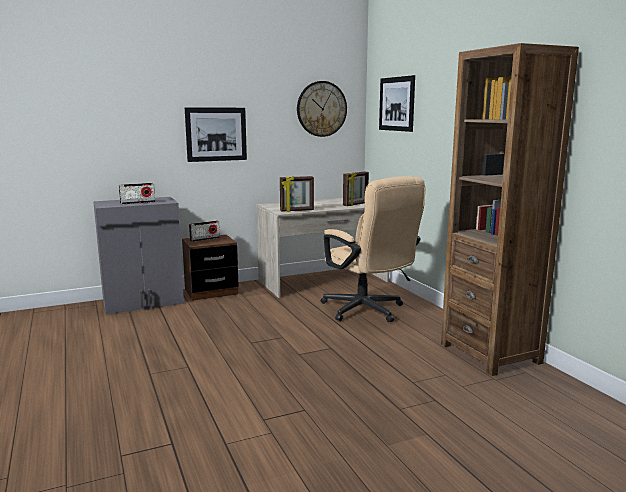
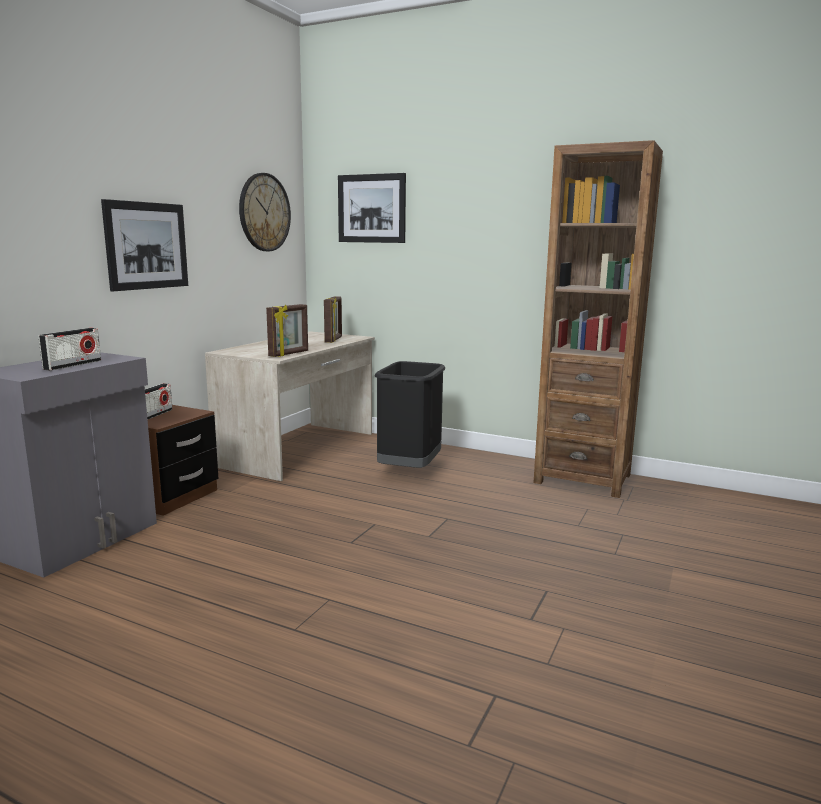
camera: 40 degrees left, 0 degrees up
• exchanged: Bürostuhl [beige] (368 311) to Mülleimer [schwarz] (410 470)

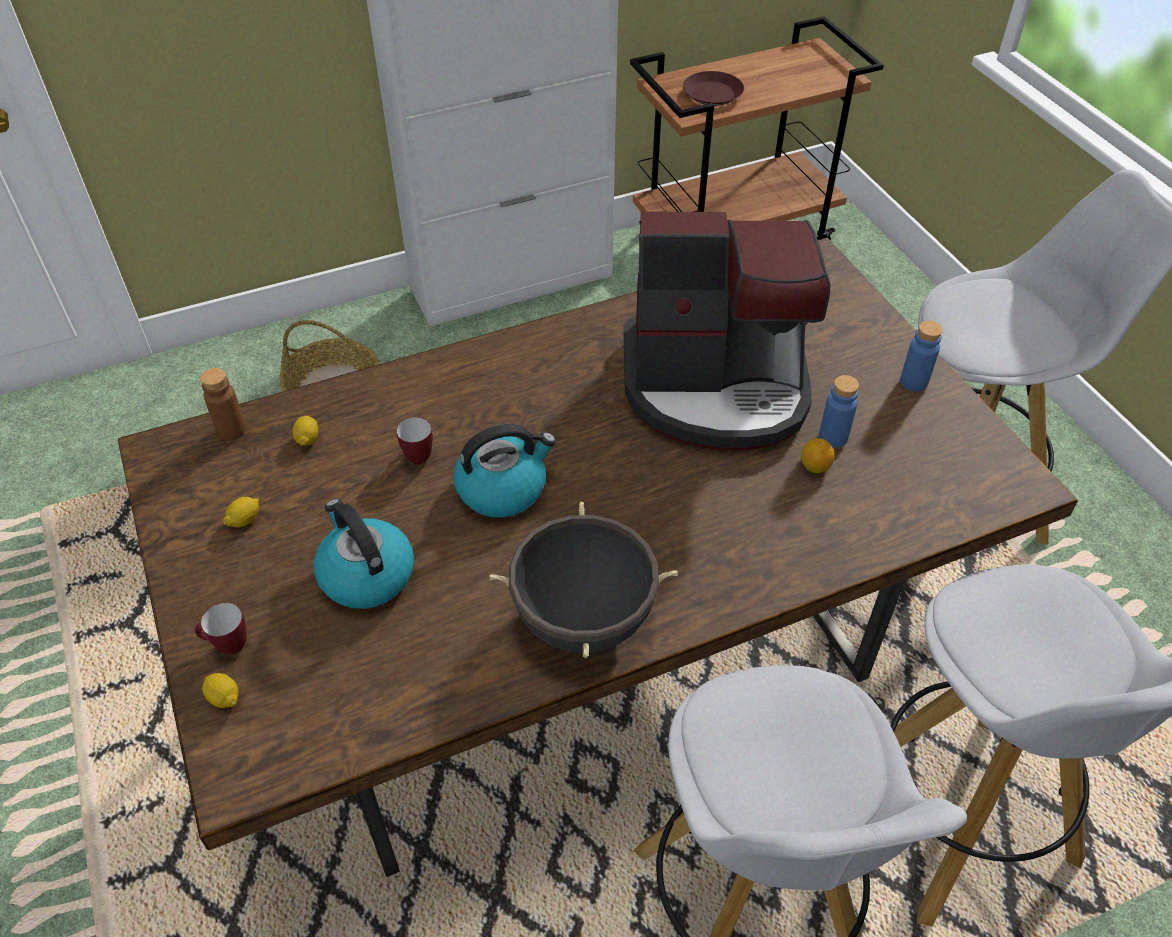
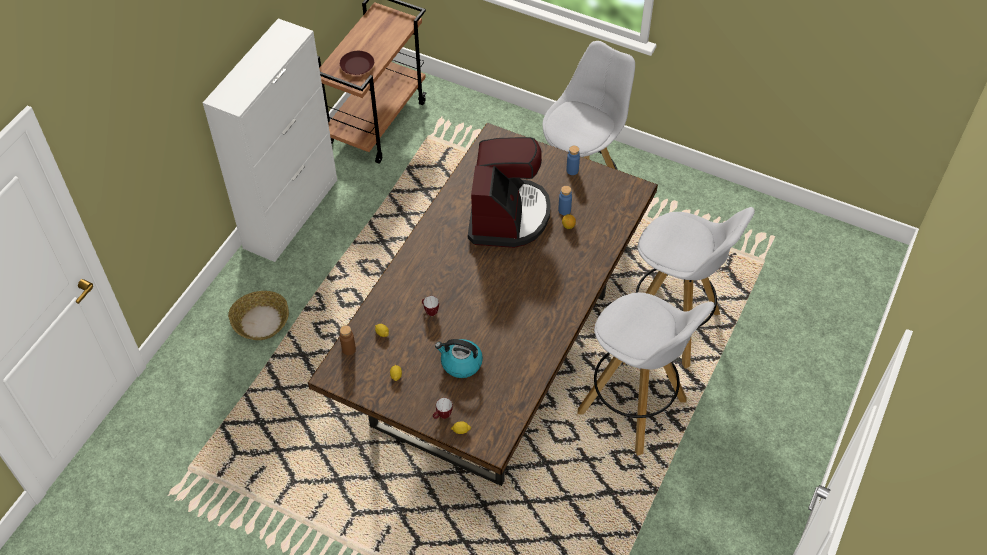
camera: 40 degrees left, 5 degrees up
• spun: Kaffeemaschine (717 386) = (507 216) 45 degrees counterclockwise
• missing: Wasserkessel (503 488)
• missing: Kochtopf [schwarz] (583 619)

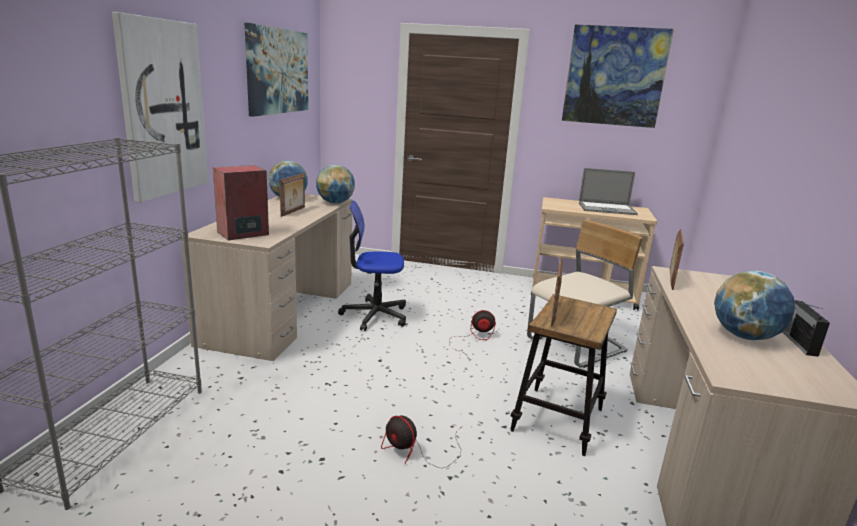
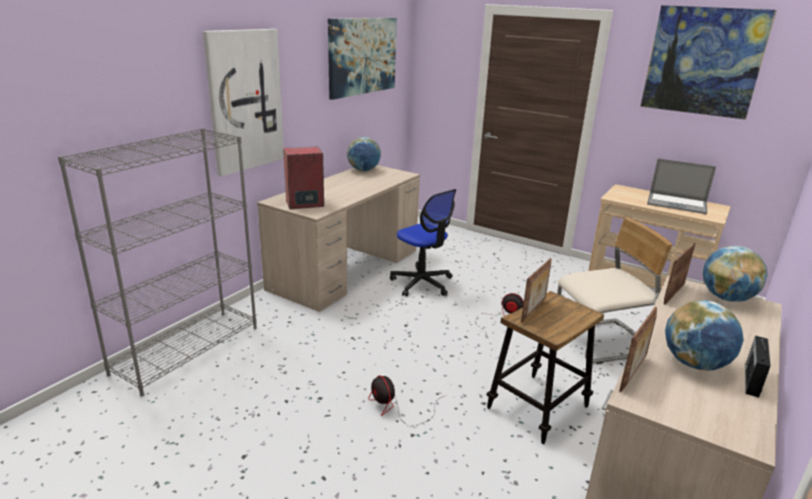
camera: 20 degrees right, 5 degrees up
• relocated: Globus (335 203) to (726 298)
• relocated: Bilderrahmen (293 211) to (633 374)
• spun: Bürostuhl (374 315) = (422 283) 150 degrees counterclockwise

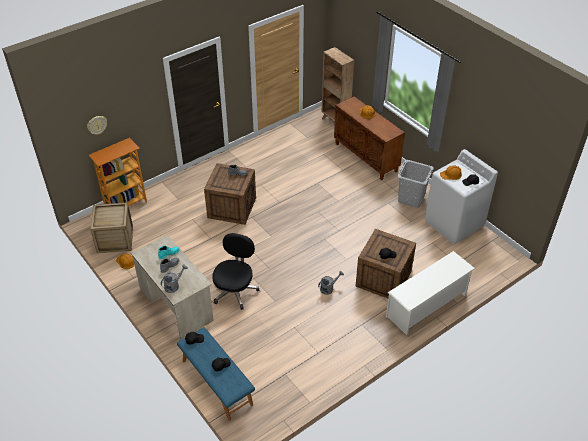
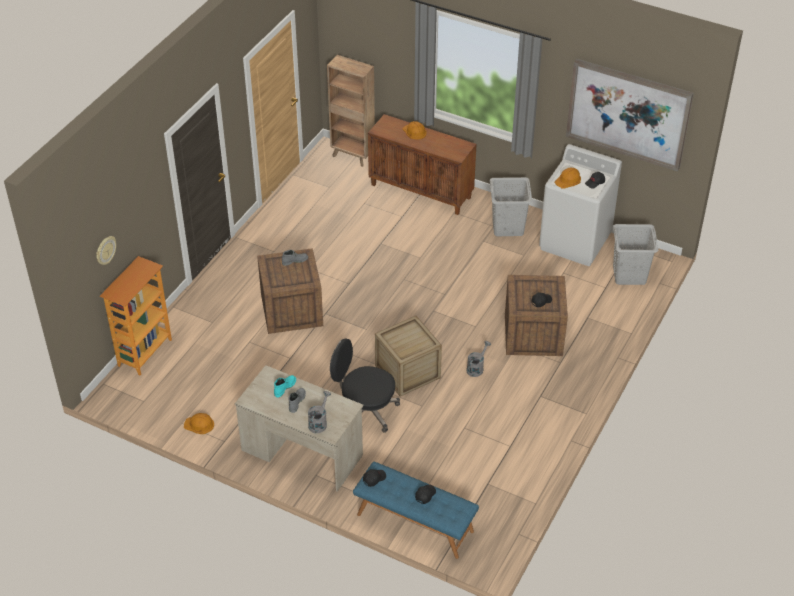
camera: 25 degrees left, 0 degrees up
• relocated: Kiste (115 239) to (407 372)
• spun: Bürostuhl [schwarz] (235 290) = (365 410) 60 degrees counterclockwise
• missing: Schuhregal [weiß] (426 306)
• appeared: Bild (628 113)
• appeared: Wäschekorb [grau] (629 275)

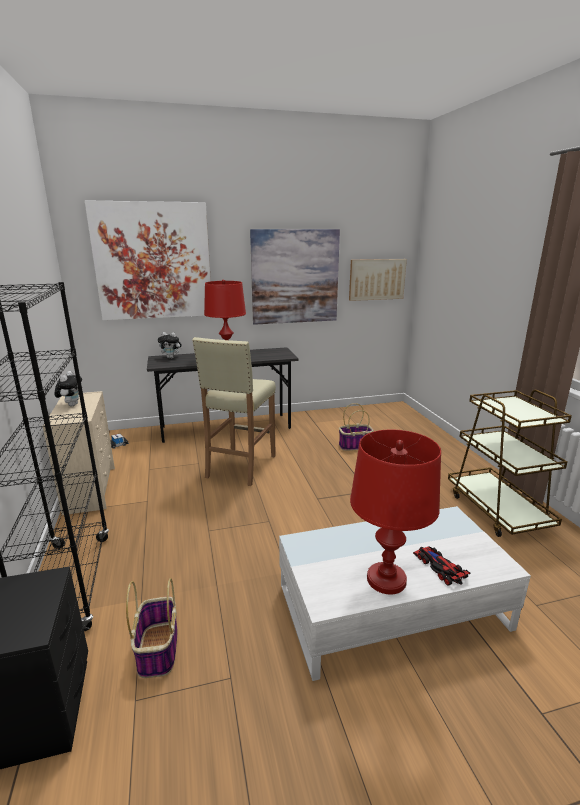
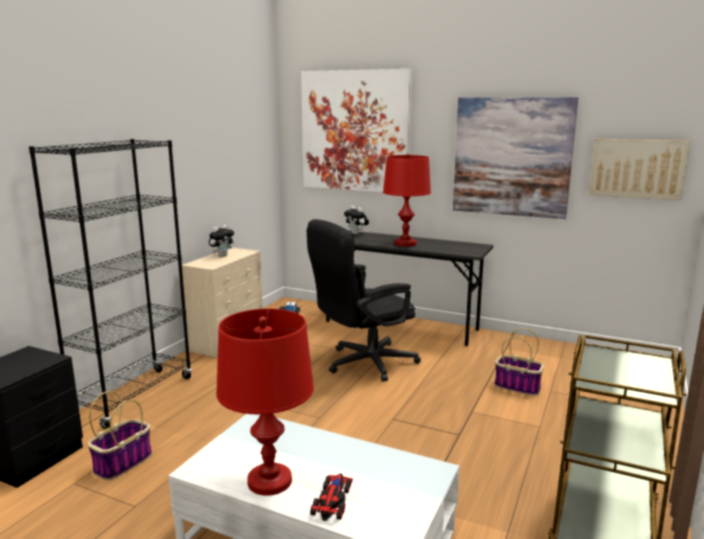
camera: 40 degrees right, 5 degrees down
• exchanged: Hocker [beige] (240 466) to Bürostuhl [schwarz] (363 364)

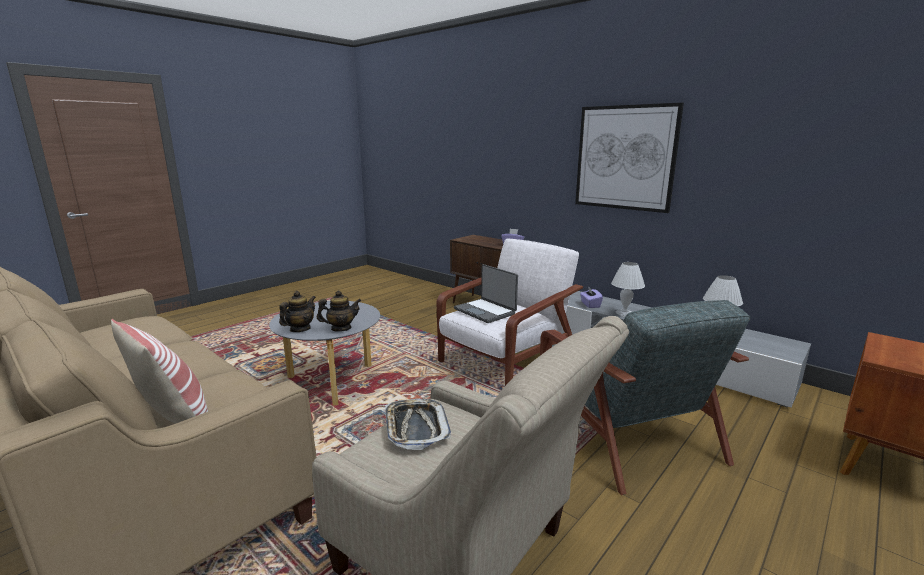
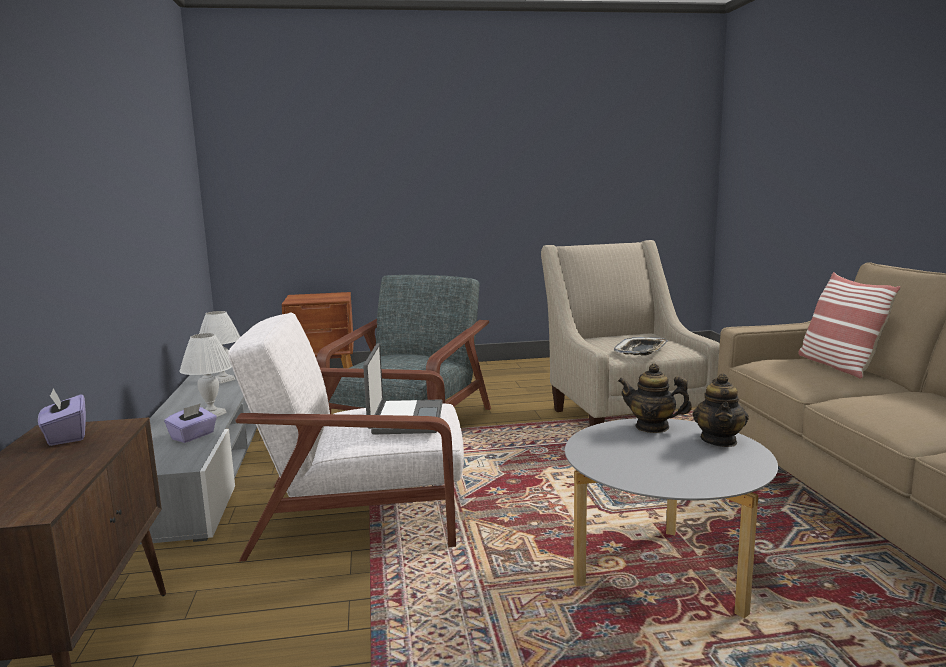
camera: 140 degrees left, 5 degrees down
• missing: Bild (625 158)
• spun: Teekanne (300 329) = (719 440) 60 degrees counterclockwise

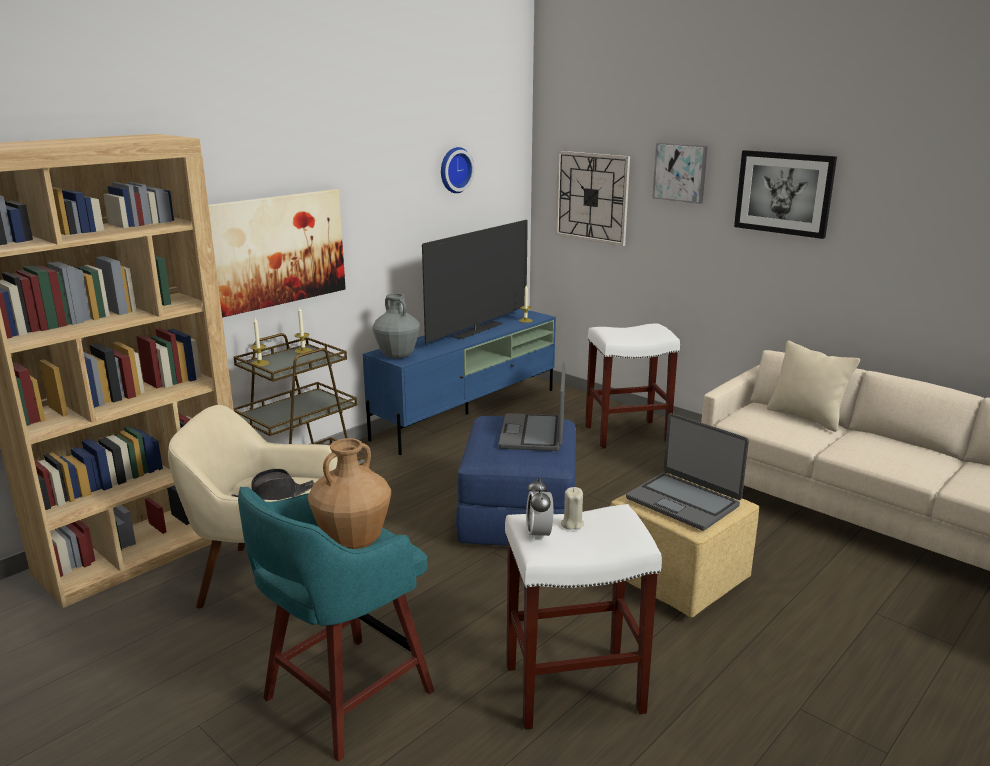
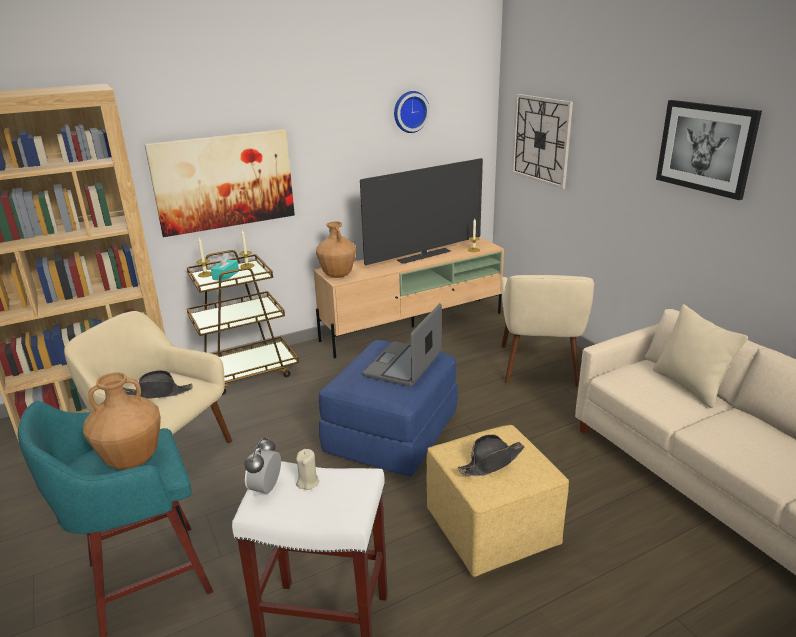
camera: 20 degrees right, 5 degrees up
• missing: Bild (680 172)
• colour: Vase [grau] (397 356) to Vase [braun] (337 275)
• colour: Fernsehschrank [blau] (468 413) to Fernsehschrank [beige] (414 326)
• exchanged: Hocker [weiß] (626 434) to Sessel [beige] (539 367)
• exchanged: Laptop (683 501) to Hut [schwarz] (491 462)
• appeared: Taschentuchbox [türkis] (226 275)

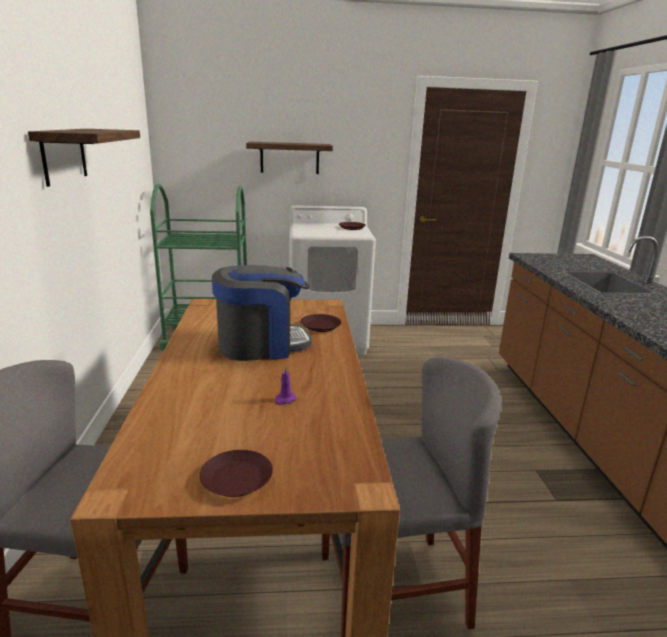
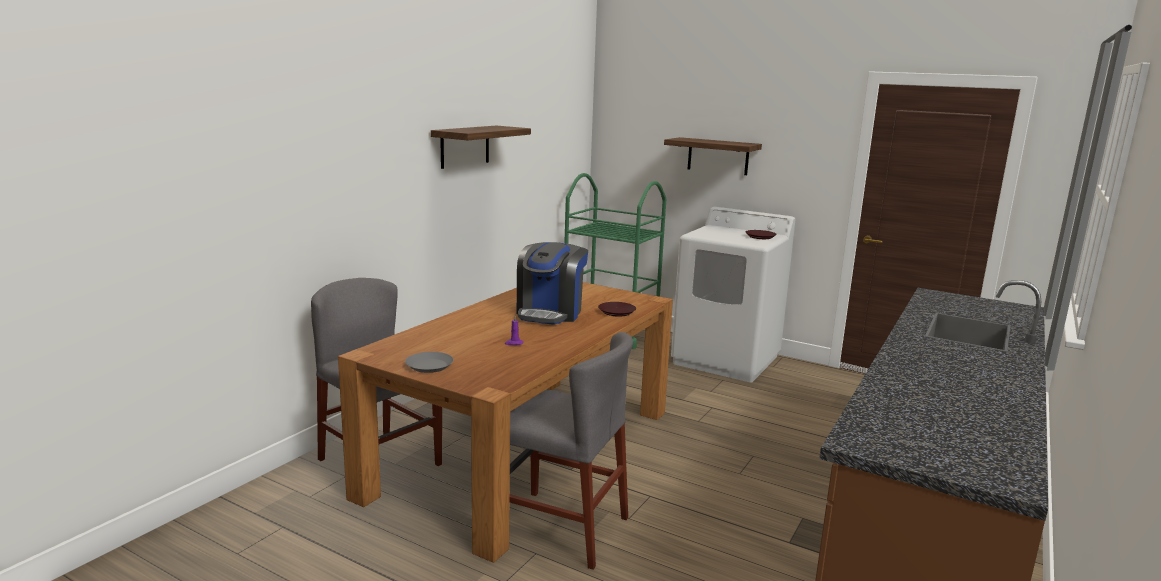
camera: 35 degrees right, 5 degrees down
• spun: Kaffeemaschine (262 345) = (550 313) 90 degrees clockwise
• colour: Teller [braun] (237 479) to Teller [grau] (430 366)

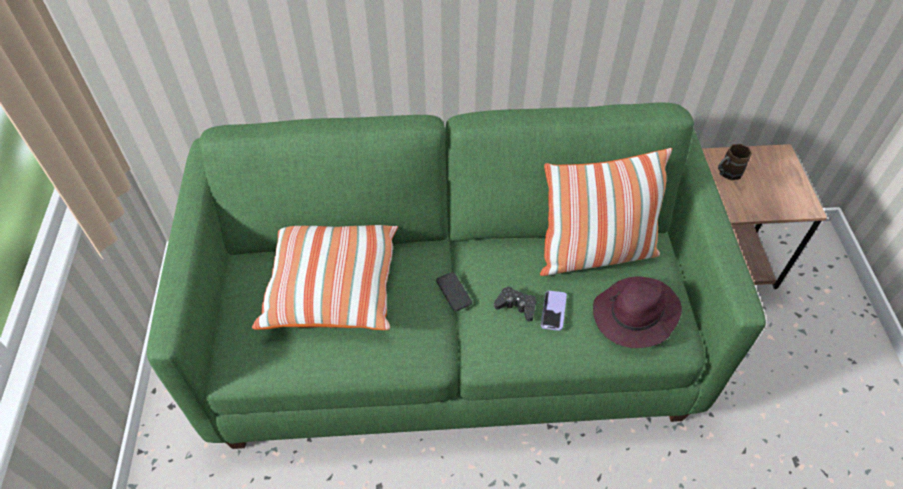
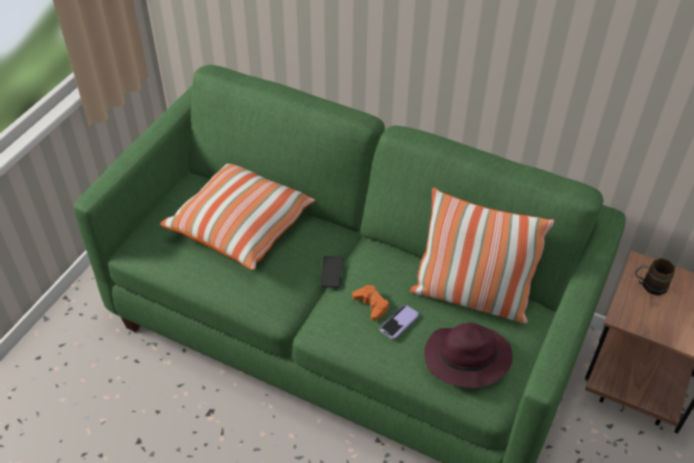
camera: 30 degrees right, 5 degrees down
• colour: Gamepad [schwarz] (516 306) to Gamepad [orange] (371 305)

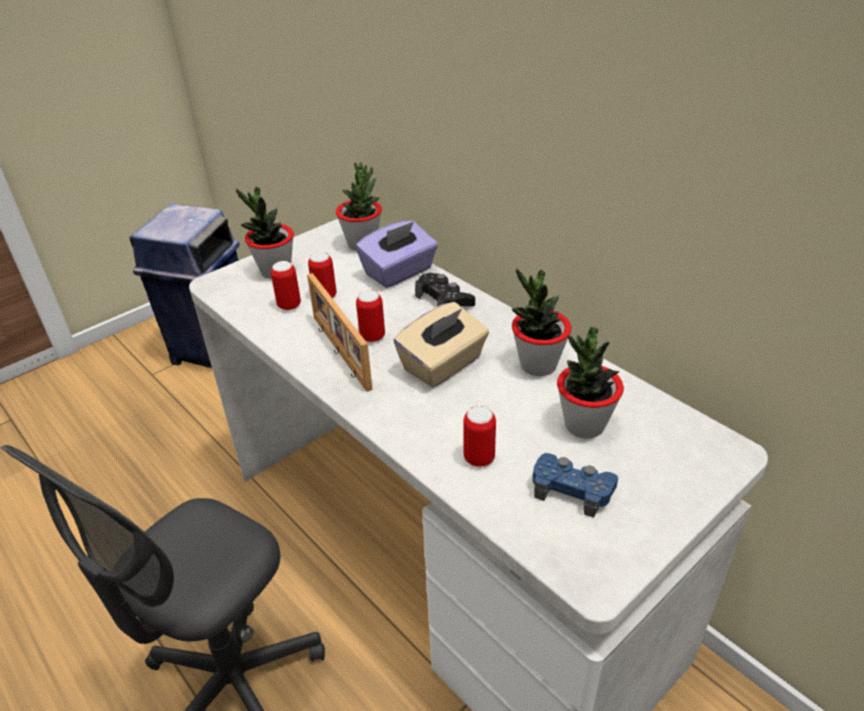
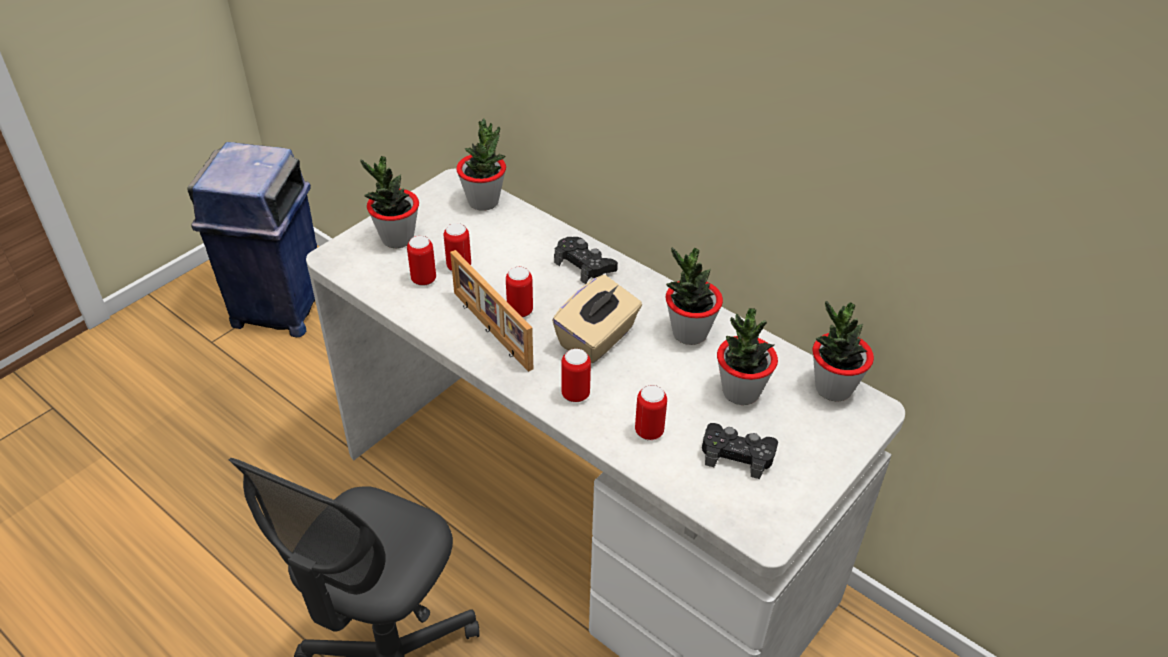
camera: 10 degrees left, 5 degrees up
• missing: Taschentuchbox [lila] (399 272)
• colour: Gamepad [blau] (572 489) to Gamepad [schwarz] (737 454)
• appeared: Topfpflanze (833 388)
• appeared: Dose (575 394)

